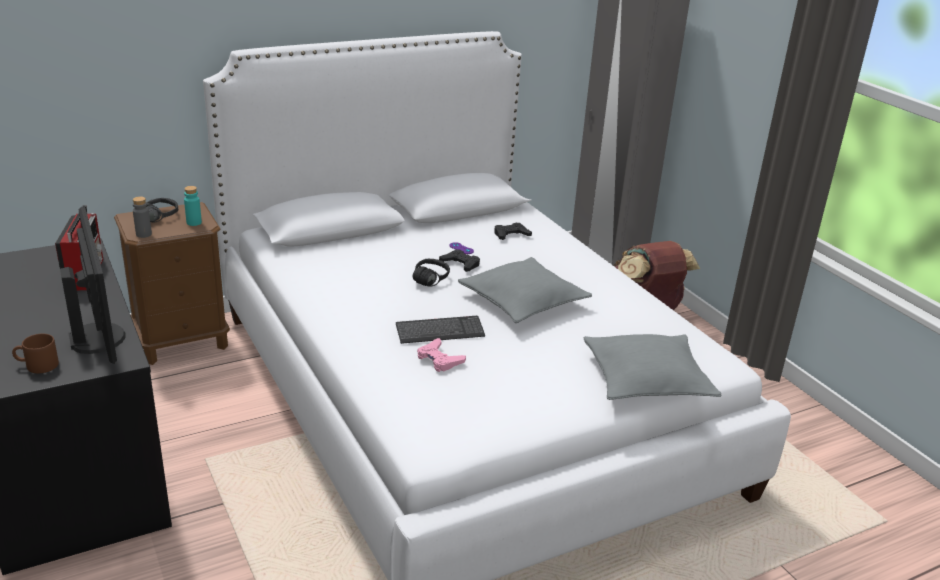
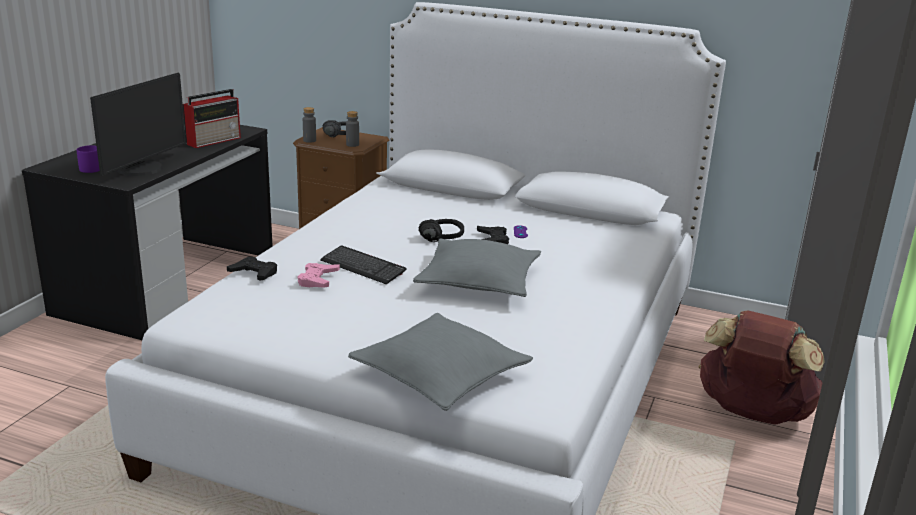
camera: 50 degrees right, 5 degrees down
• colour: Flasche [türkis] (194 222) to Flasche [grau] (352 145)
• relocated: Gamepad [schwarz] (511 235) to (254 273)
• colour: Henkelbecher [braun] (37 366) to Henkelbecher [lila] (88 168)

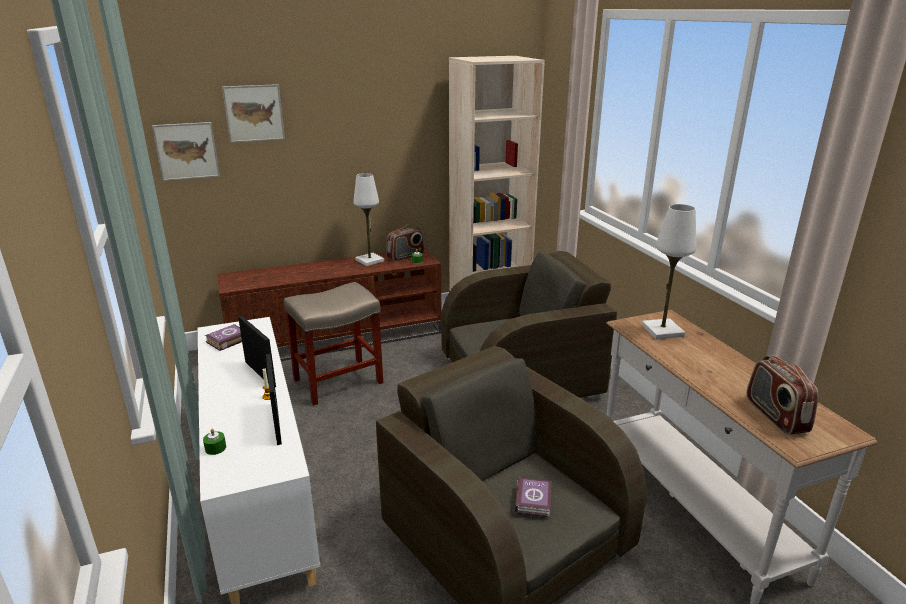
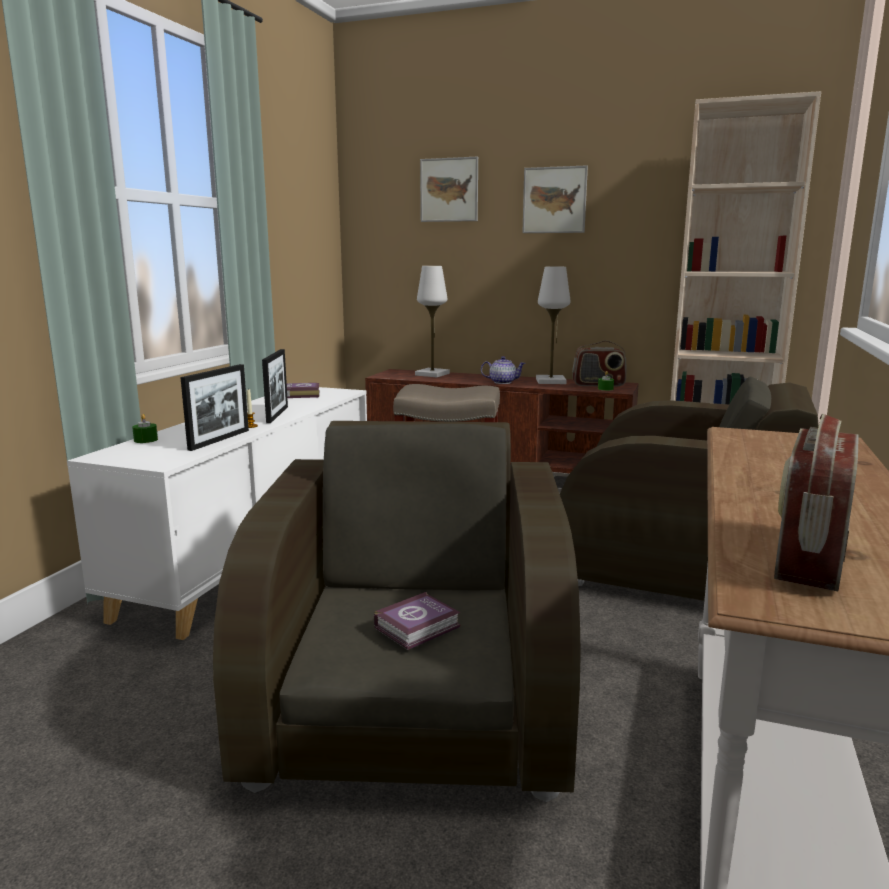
camera: 40 degrees right, 10 degrees down
• relocated: Bild (187 151) to (554 200)
• relocated: Tischlampe [weiß] (662 331) to (432 374)
• appeared: Teekanne (502 382)

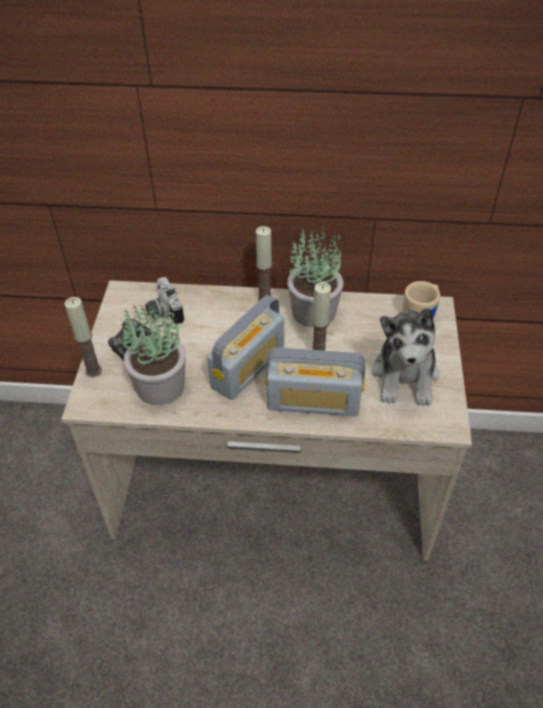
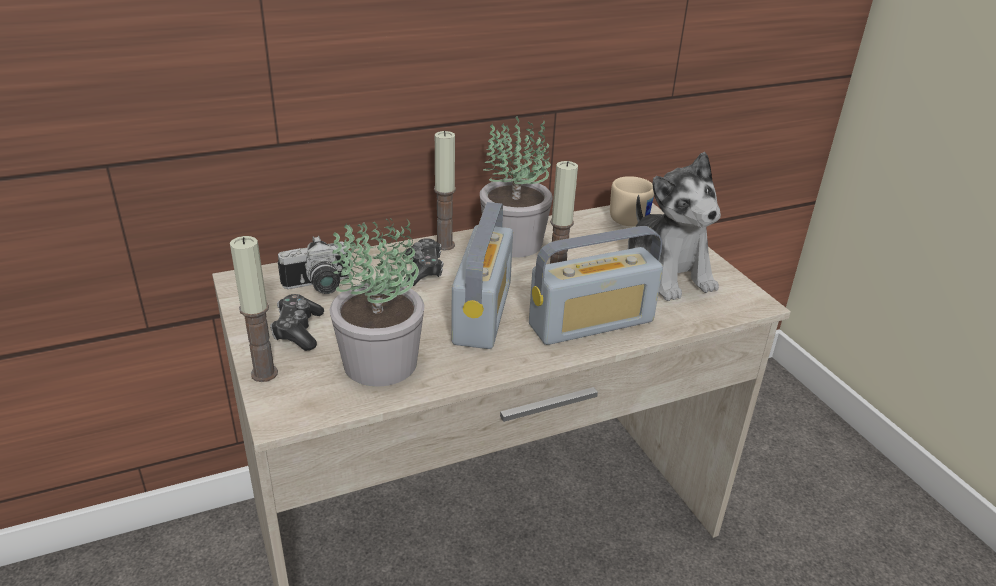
camera: 30 degrees left, 15 degrees down
• spun: Kamera (163 312) = (319 287) 60 degrees counterclockwise
• appeared: Gamepad (423 270)

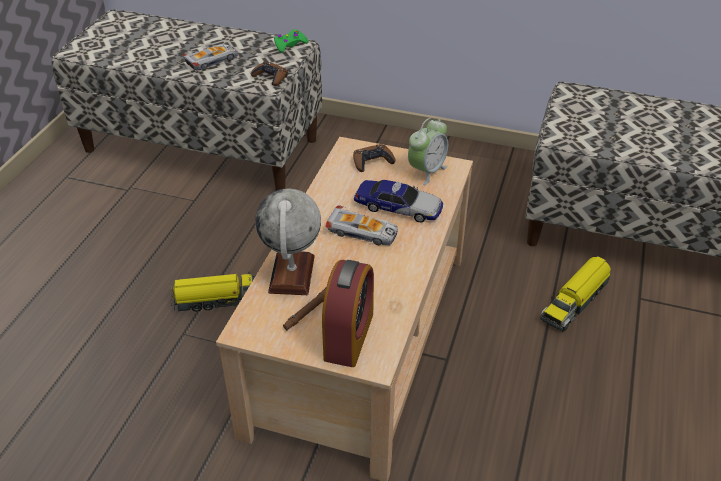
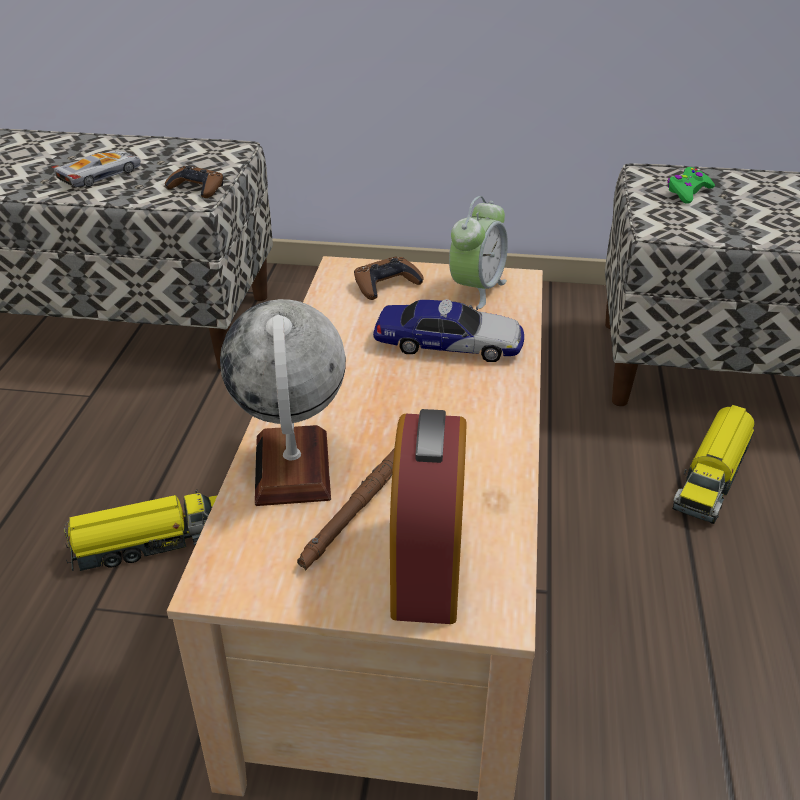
camera: 10 degrees left, 5 degrees down
• relocated: Gamepad [grün] (289 45) to (687 192)
• missing: Spielzeugauto (362 232)

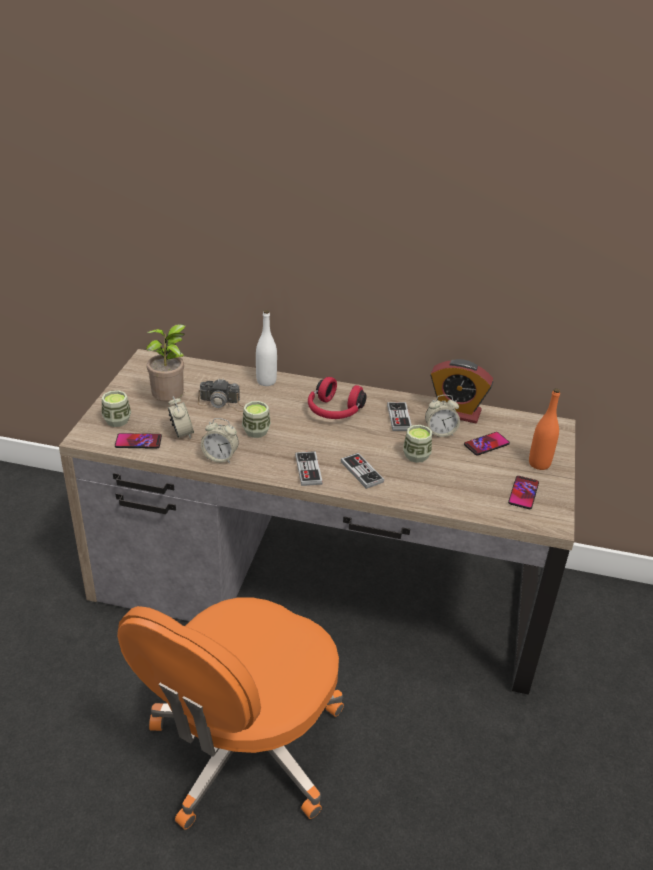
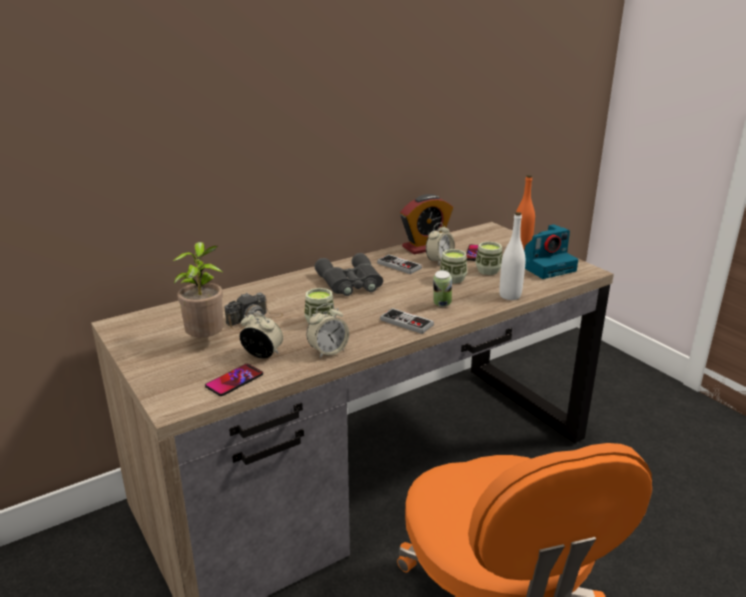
camera: 45 degrees left, 10 degrees down
• relocated: Flasche [weiß] (266 381) to (510 296)
• exchanged: Kopfhörer [rot] (334 411) to Fernglas [grau] (350 283)
• relocated: Tasse (117 420) to (488 270)
• exchanged: Gamepad (362 472) to Dose (441 304)
• exchanged: Handy (523 493) to Kamera (545 266)

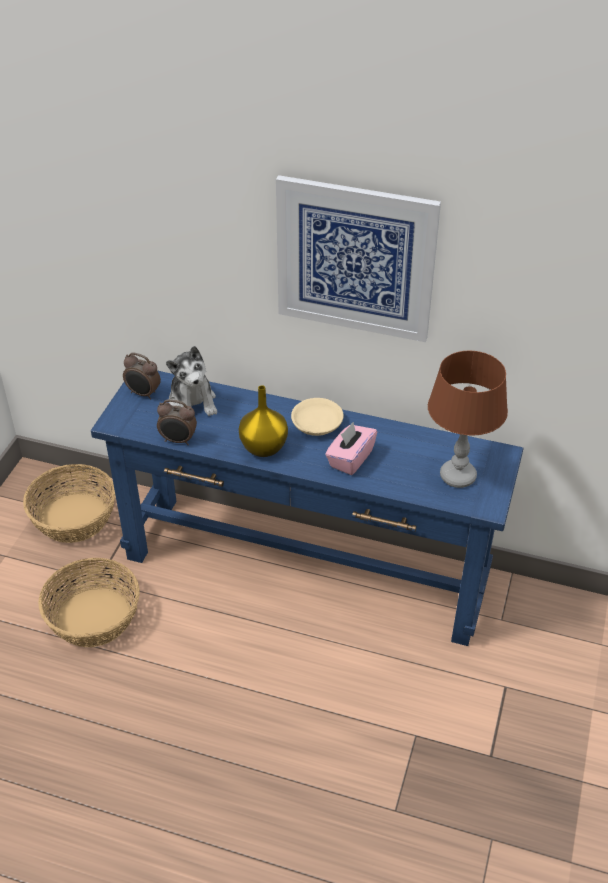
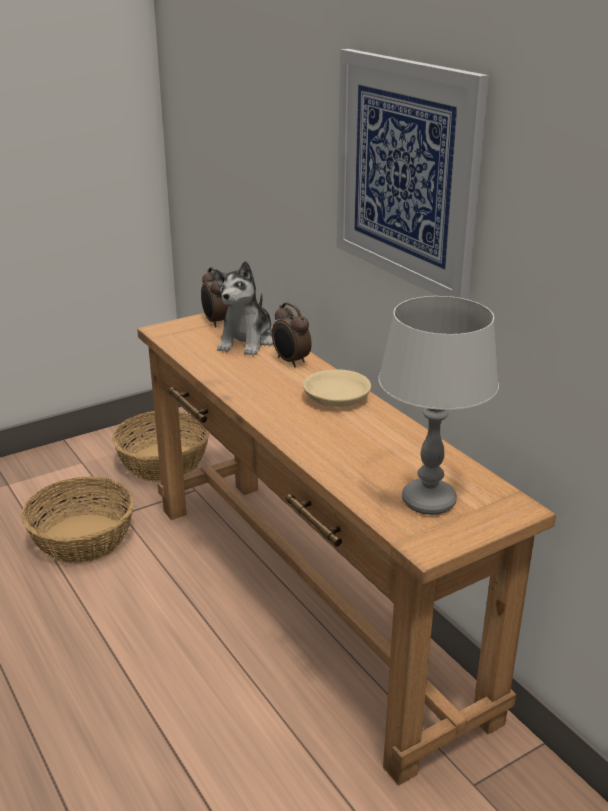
camera: 40 degrees right, 15 degrees down
• colour: Tischlampe [braun] (457 476) to Tischlampe [grau] (428 502)
• colour: Konsolentisch [blau] (305 567) to Konsolentisch [braun] (308 602)
• missing: Vase [gelb] (264 447)
• relocated: Wecker (178 440) to (290 361)
• missing: Taschentuchbox [rosa] (350 459)

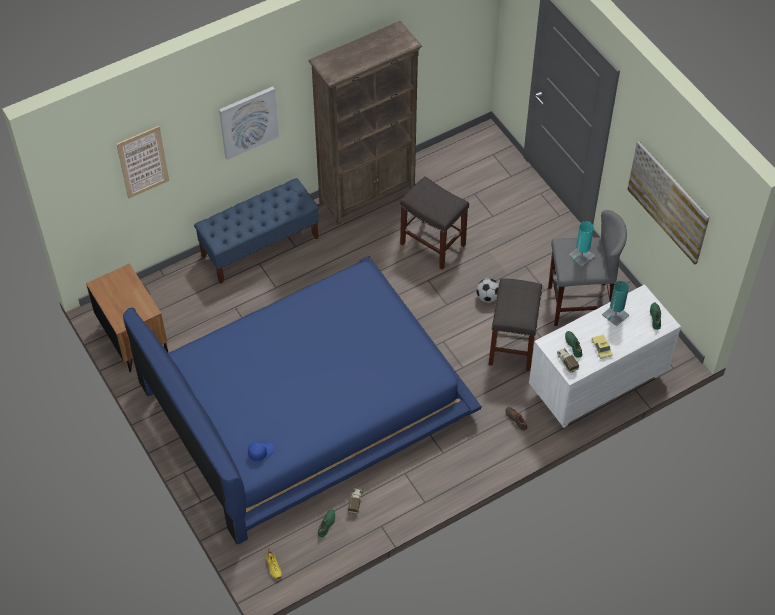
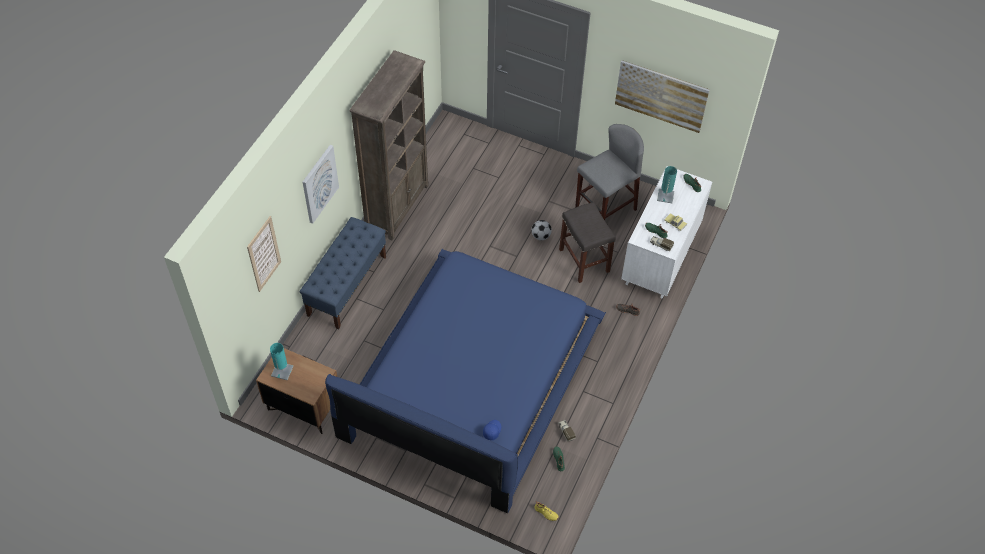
camera: 35 degrees left, 0 degrees up
• missing: Hocker [grau] (433 244)
• relocated: Tischlampe [türkis] (581 256) to (282 371)

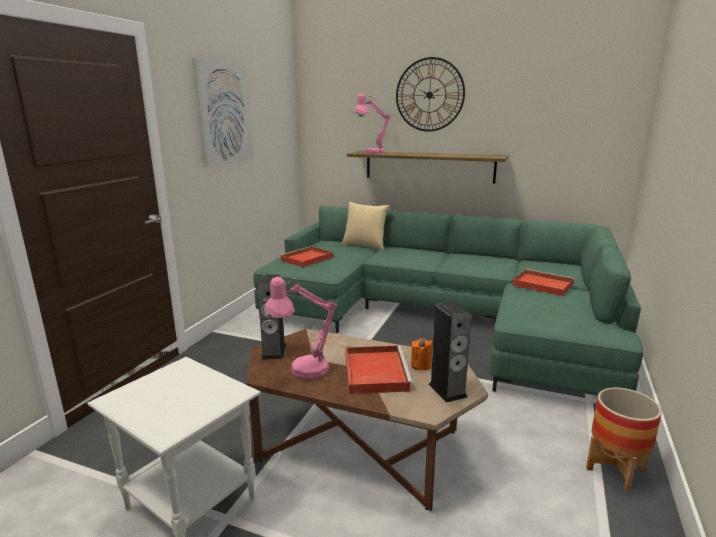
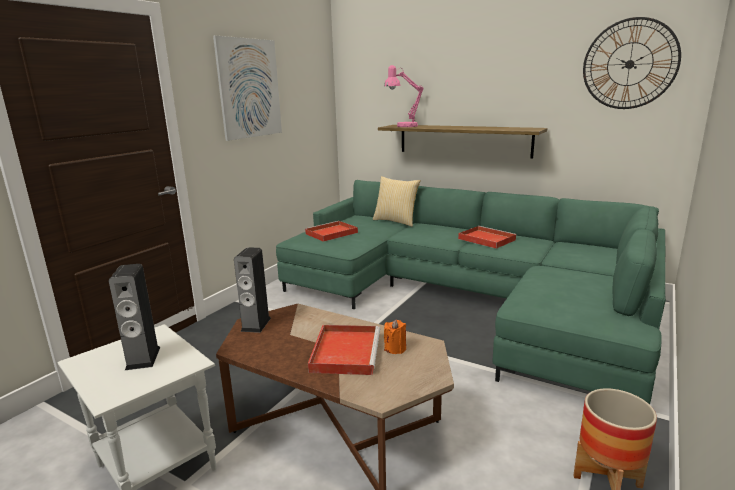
camera: 10 degrees right, 0 degrees up
• relocated: Wanduhr (429 95) to (629 64)
• relocated: Tablett [rot] (541 285) to (485 239)
• missing: Tischlampe [rosa] (302 371)
• relocated: Lautsprecher (447 390) to (143 358)

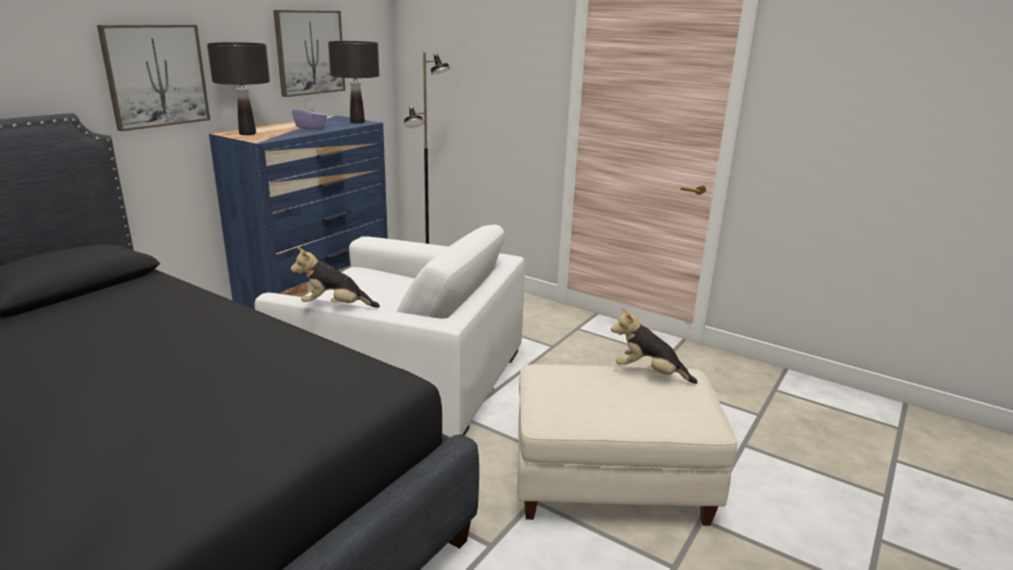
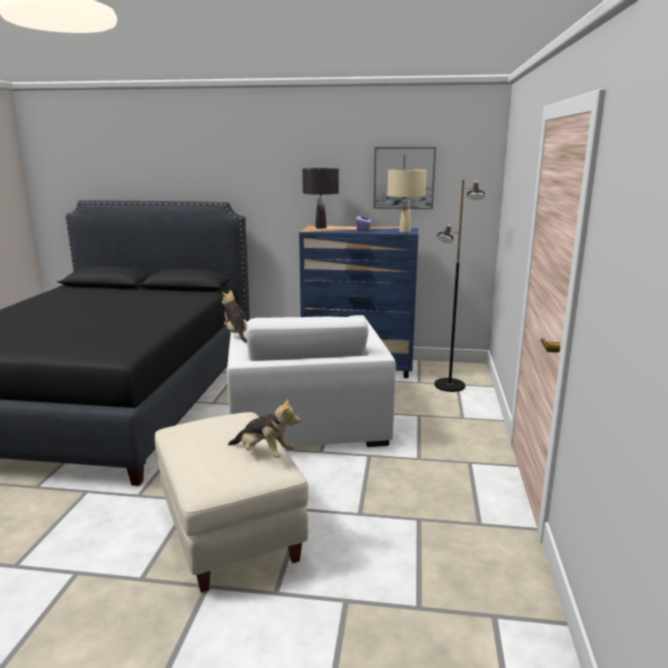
camera: 65 degrees right, 5 degrees down
• missing: Bild (156 76)
• colour: Tischlampe [schwarz] (357 122) to Tischlampe [beige] (404 232)
• spun: Plüschtier (649 374) = (264 453) 120 degrees clockwise

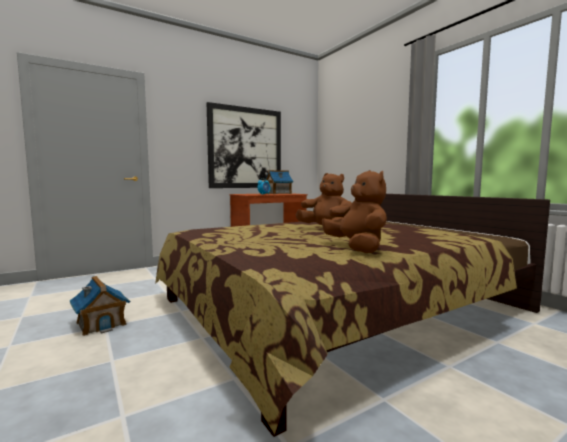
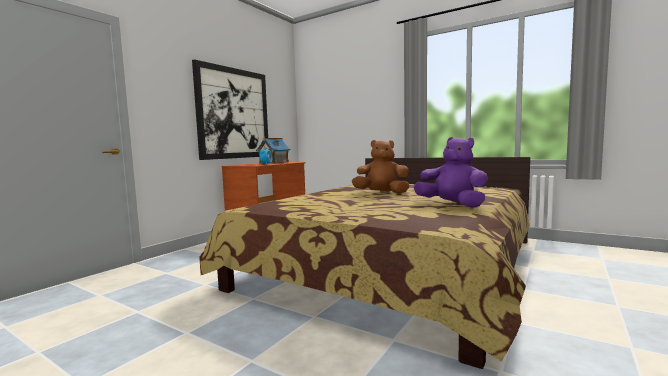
camera: 25 degrees left, 0 degrees up
• colour: Plüschtier [braun] (356 248) to Plüschtier [lila] (452 205)
• missing: Spielzeughaus (101 323)

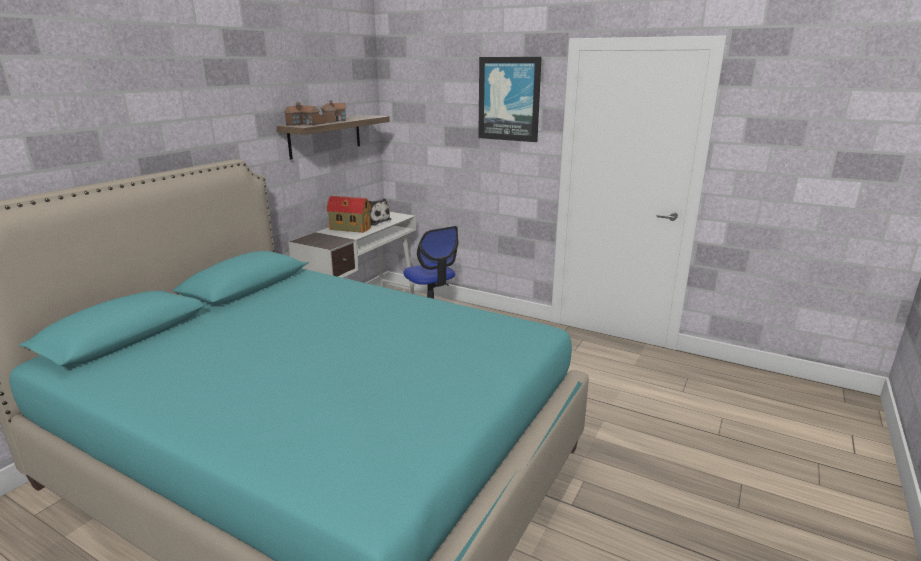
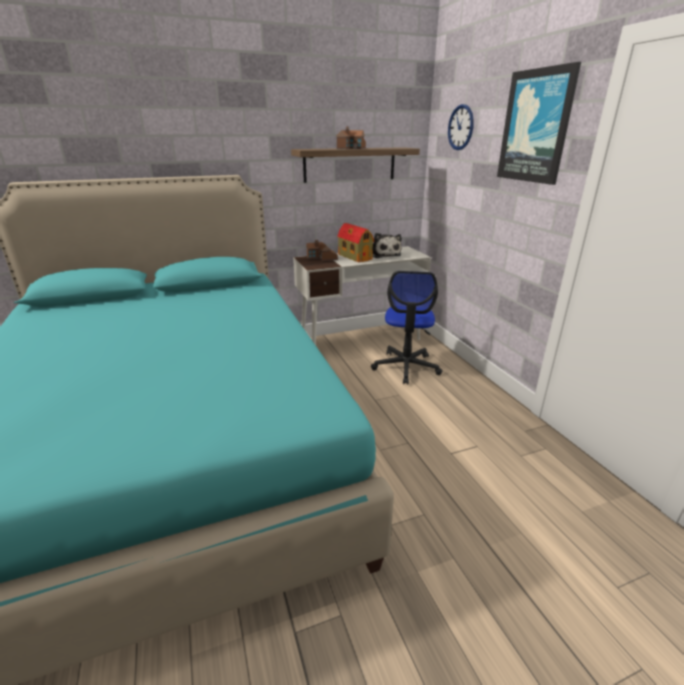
camera: 40 degrees right, 5 degrees up
• relocated: Spielzeughaus (306 124) to (322 258)
• appeared: Wanduhr (460 127)

